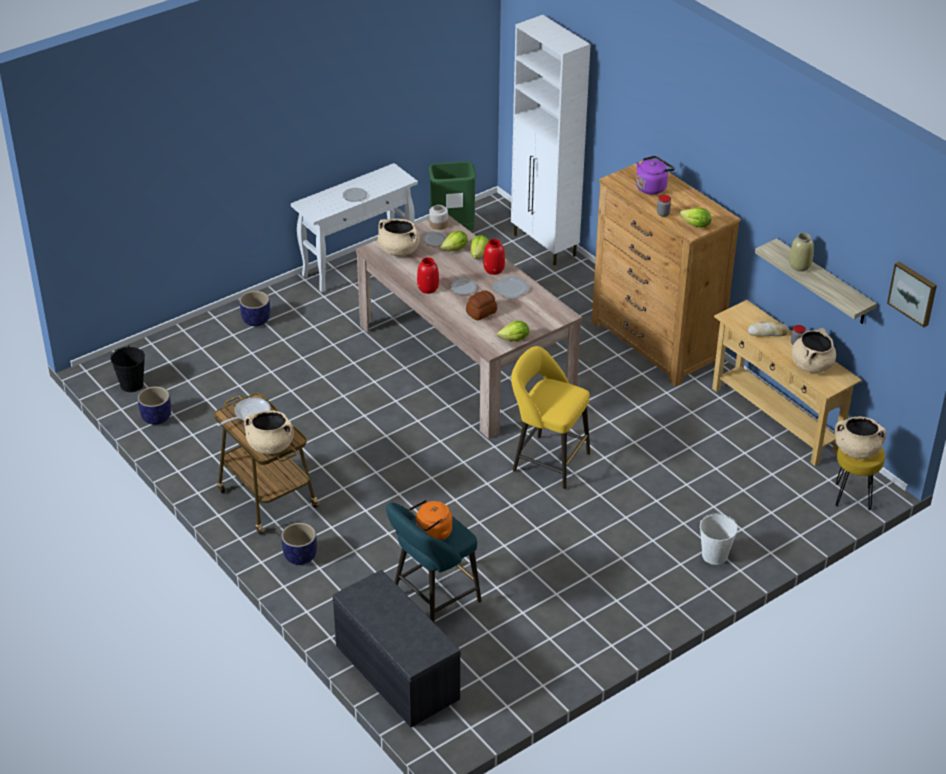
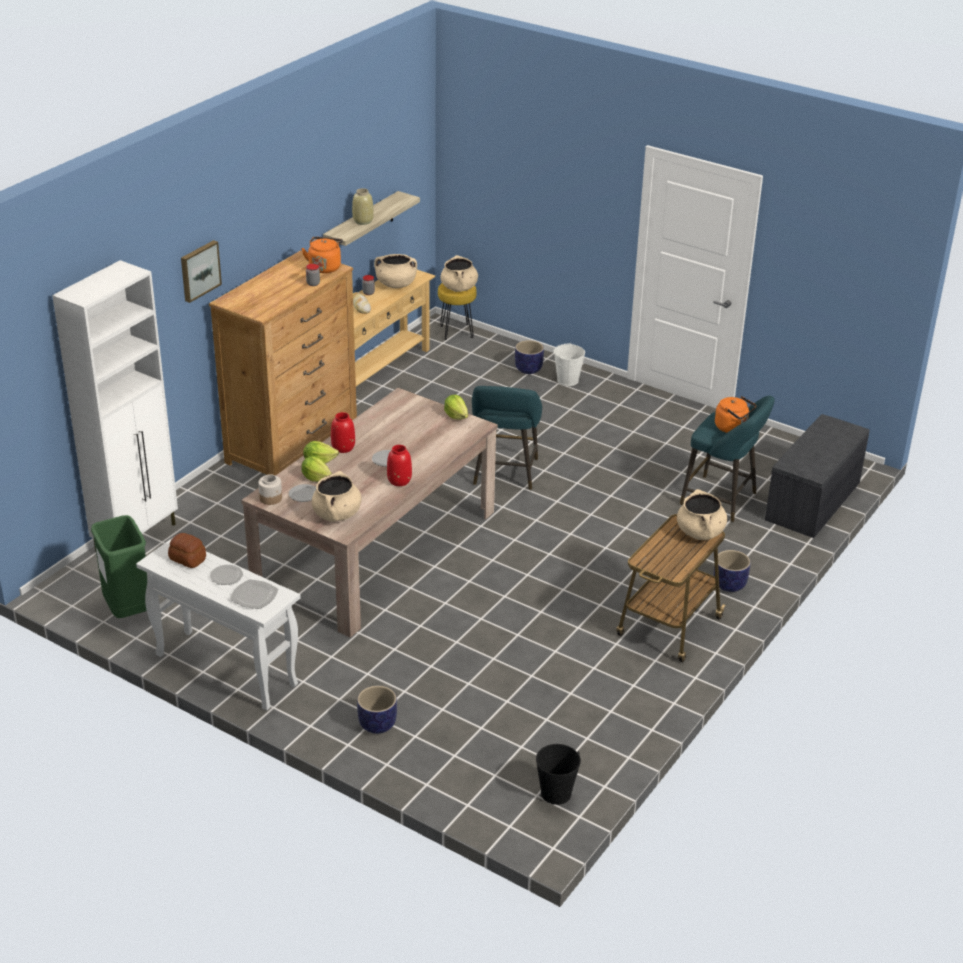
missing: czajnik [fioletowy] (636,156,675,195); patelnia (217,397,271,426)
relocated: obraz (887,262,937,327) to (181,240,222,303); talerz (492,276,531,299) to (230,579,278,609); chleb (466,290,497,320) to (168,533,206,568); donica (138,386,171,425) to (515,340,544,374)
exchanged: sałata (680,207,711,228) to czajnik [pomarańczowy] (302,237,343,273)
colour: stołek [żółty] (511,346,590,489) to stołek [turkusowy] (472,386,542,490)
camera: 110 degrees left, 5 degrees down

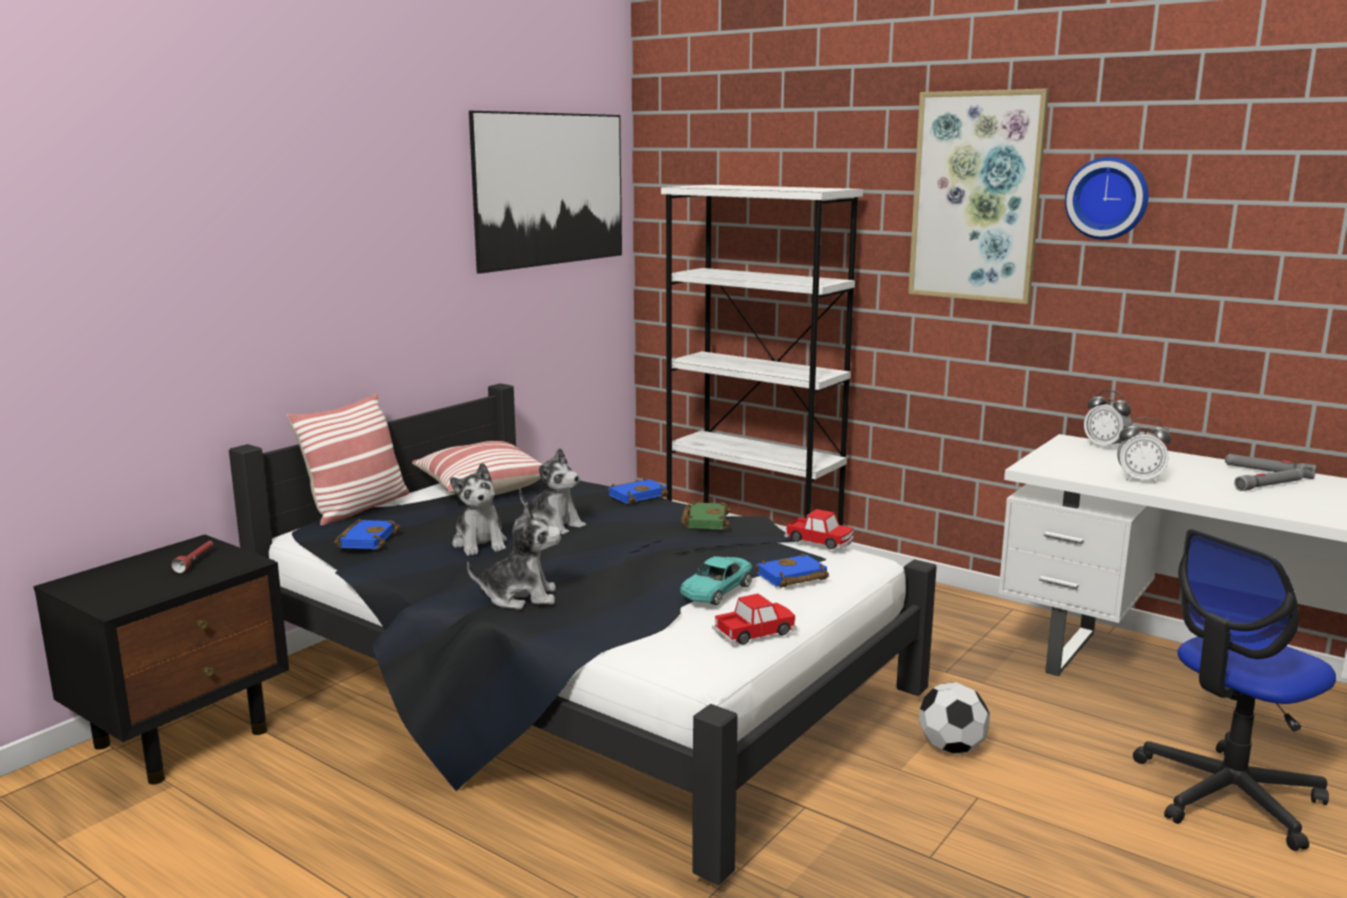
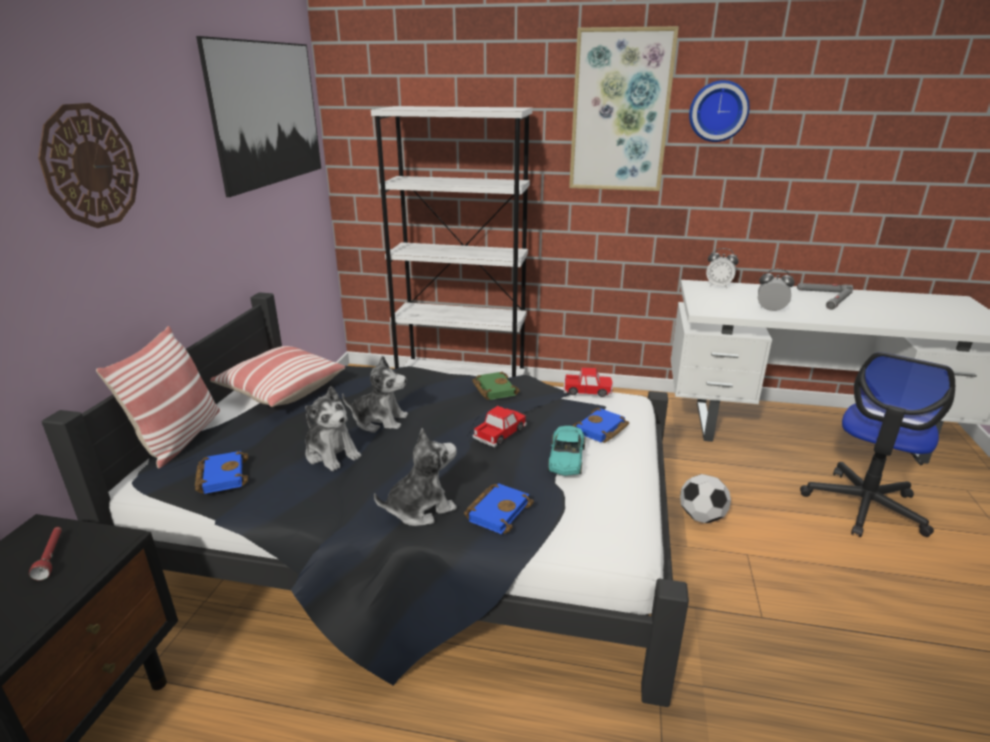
appeared: zegar ścienny (38,103,139,228)
relocated: książka [niebieski] (608,477,668,504) to (464,483,534,534); samochodzik (713,594,796,645) to (472,406,527,447)
spun: budzik (1117,418,1171,483) = (758,269,795,312) 150 degrees counterclockwise
camera: 25 degrees left, 10 degrees up

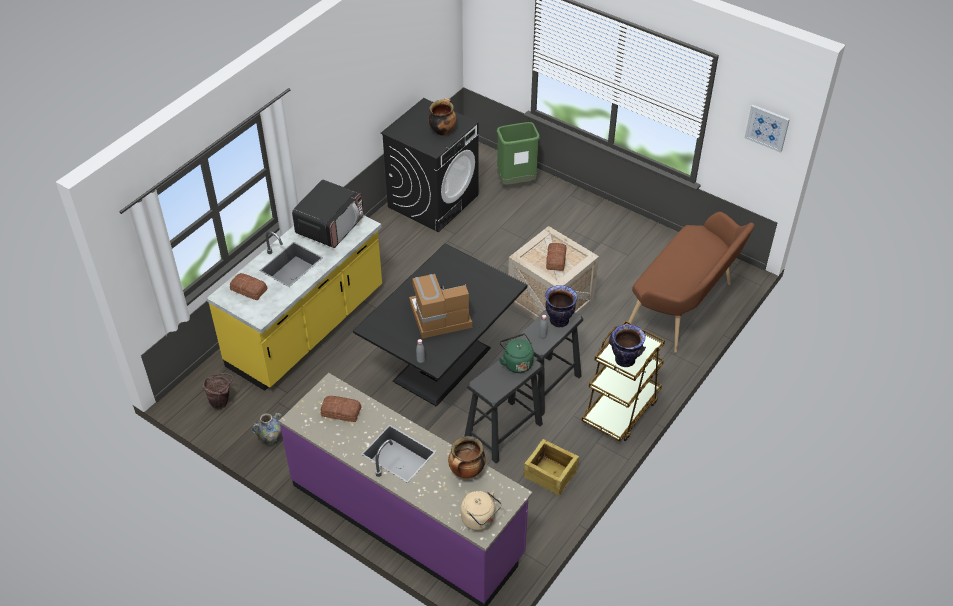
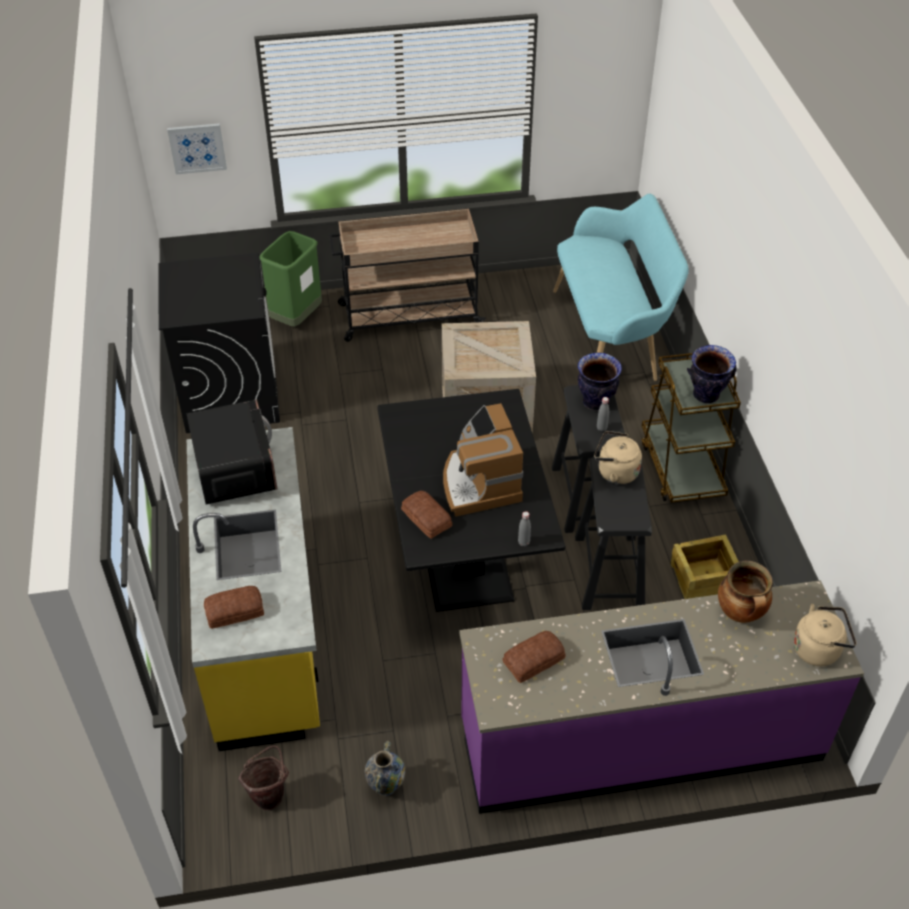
missing: garnek (428,98,456,136)
appeared: wózek [beżowy] (329,209,486,342)
relocated: obraz (745,105,790,153) to (167,123,227,174); chleb (546,243,566,271) to (401,491,452,539)
colour: ławka [brązowy] (627,212,755,353) to ławka [turkusowy] (553,194,689,381); czajnik [zielony] (499,334,534,373) to czajnik [beżowy] (594,431,642,484)
spun: ekspres do kawy (409,274,472,339) = (443,403,523,517) 45 degrees counterclockwise
camera: 45 degrees left, 0 degrees up

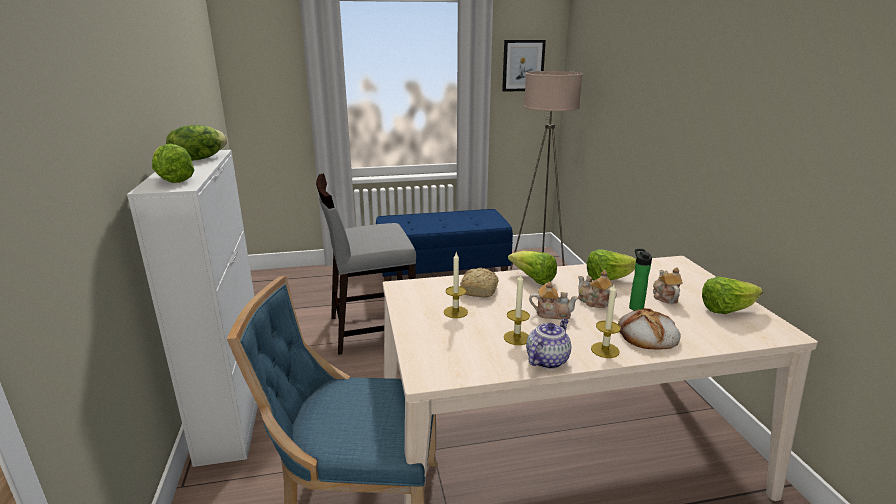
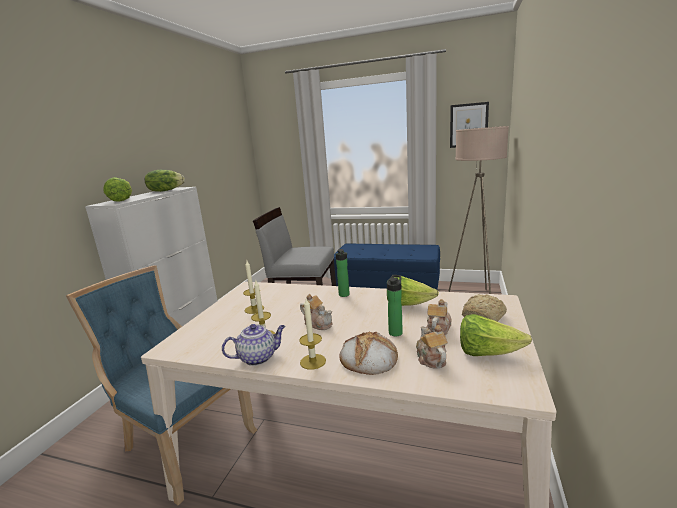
relocated: chleb (460,268,498,298) to (462,294,507,322); imbryk (578,270,617,308) to (416,325,448,369)
exchanged: sałata (508,251,557,285) to butelka (336,249,350,297)
camera: 30 degrees right, 5 degrees down

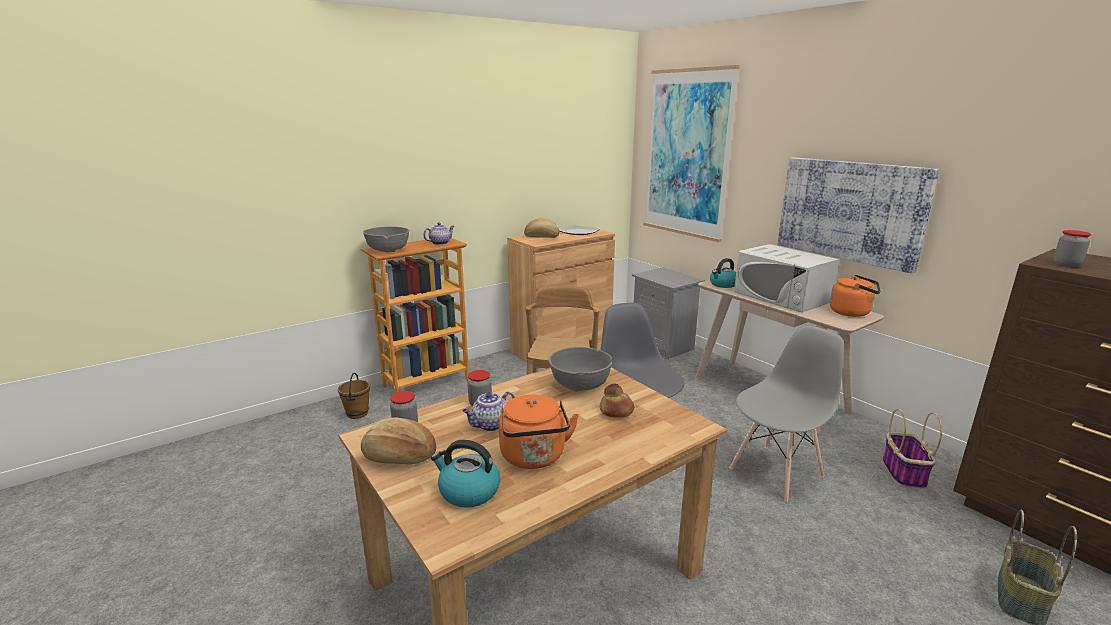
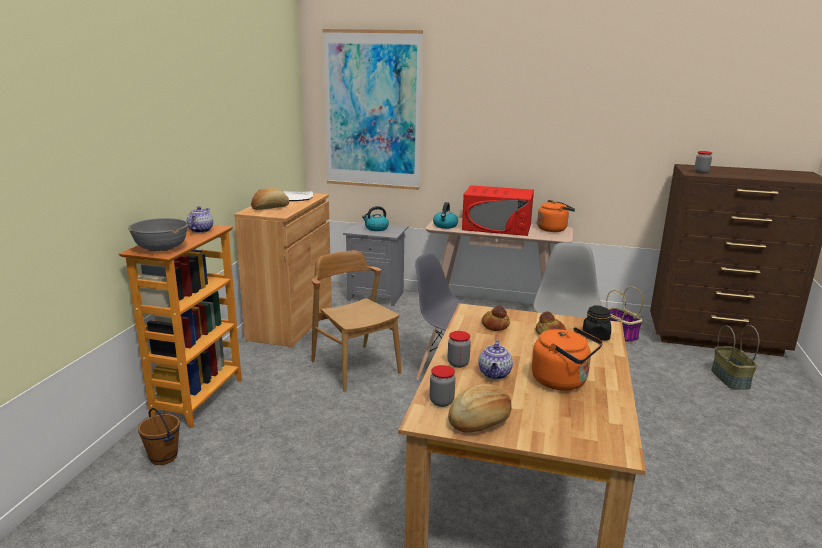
missing: obraz (778,157,939,274)
appeared: słoik [czarny] (583,305,611,341)
relocated: czajnik (431,440,500,508) to (362,206,389,231)
exchanged: miska [szary] (549,347,612,391) to chleb (482,306,510,331)
colour: mikrofalówka [biały] (734,244,839,313) to mikrofalówka [czerwony] (462,185,534,236)
camera: 40 degrees left, 0 degrees up

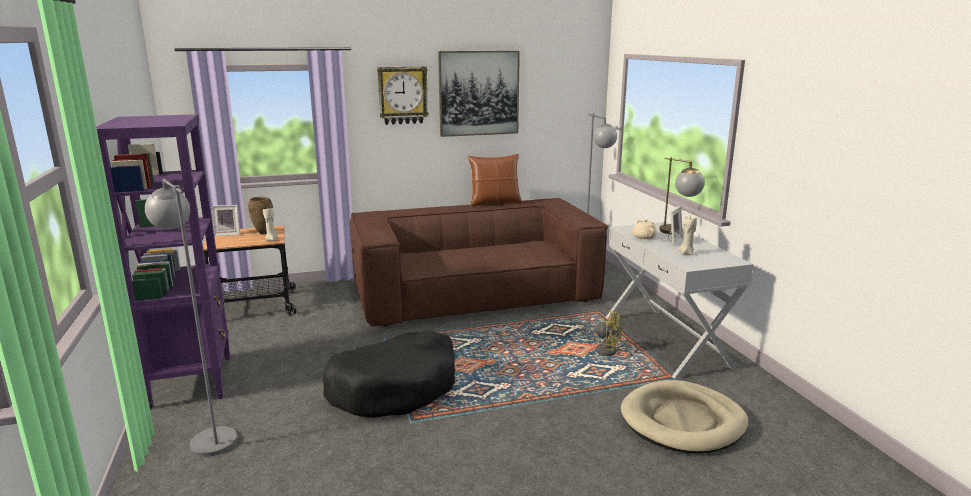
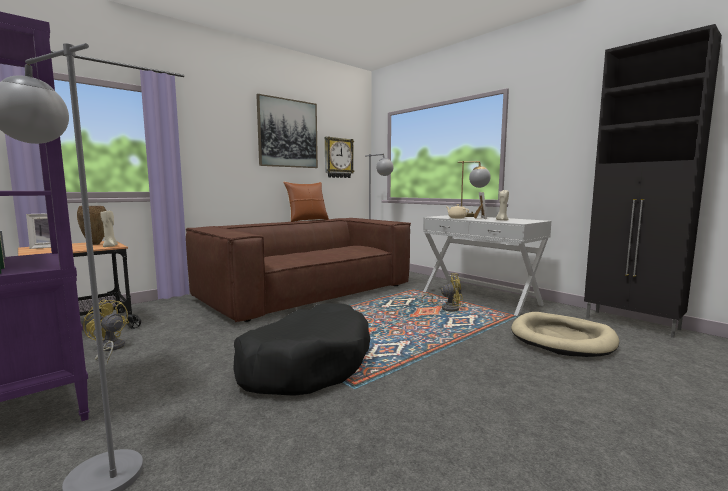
appeared: szafka [czarny] (584,24,722,338); wentylator [żółty] (83,299,129,363)
relocated: zegar ścienny (377,66,429,125) to (325,136,354,178)
camera: 25 degrees left, 10 degrees down

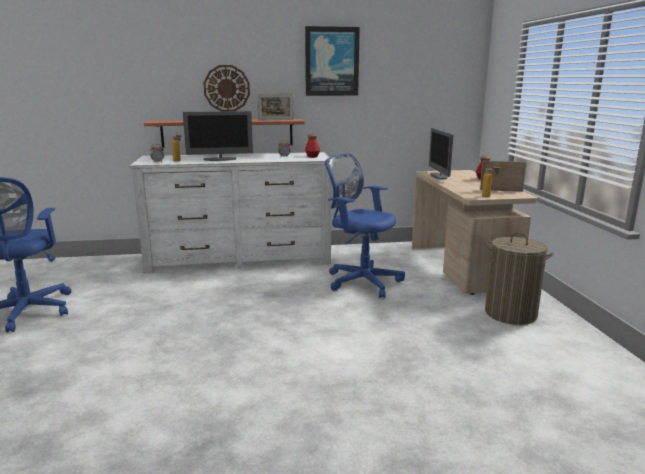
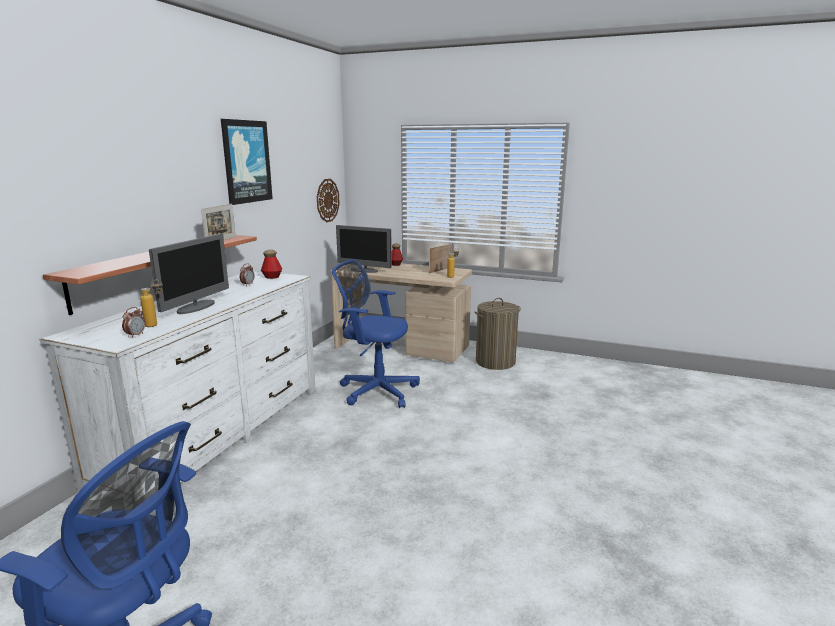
relocated: zegar ścienny (203,65,250,111) to (317,179,340,222)
spun: krzesło biurowe [niebieski] (325,154,405,298) = (332,259,420,408) 45 degrees clockwise
camera: 60 degrees left, 0 degrees up

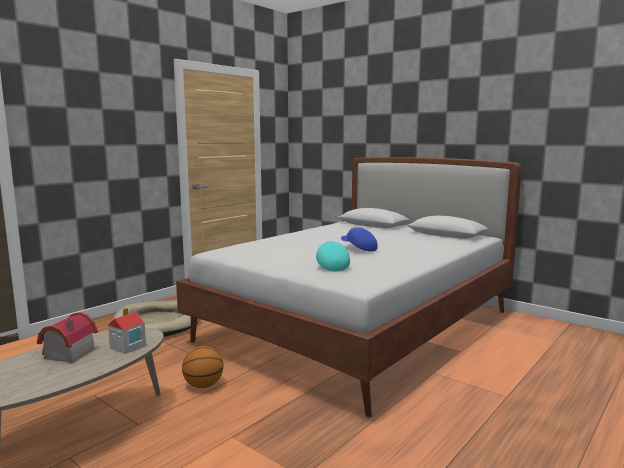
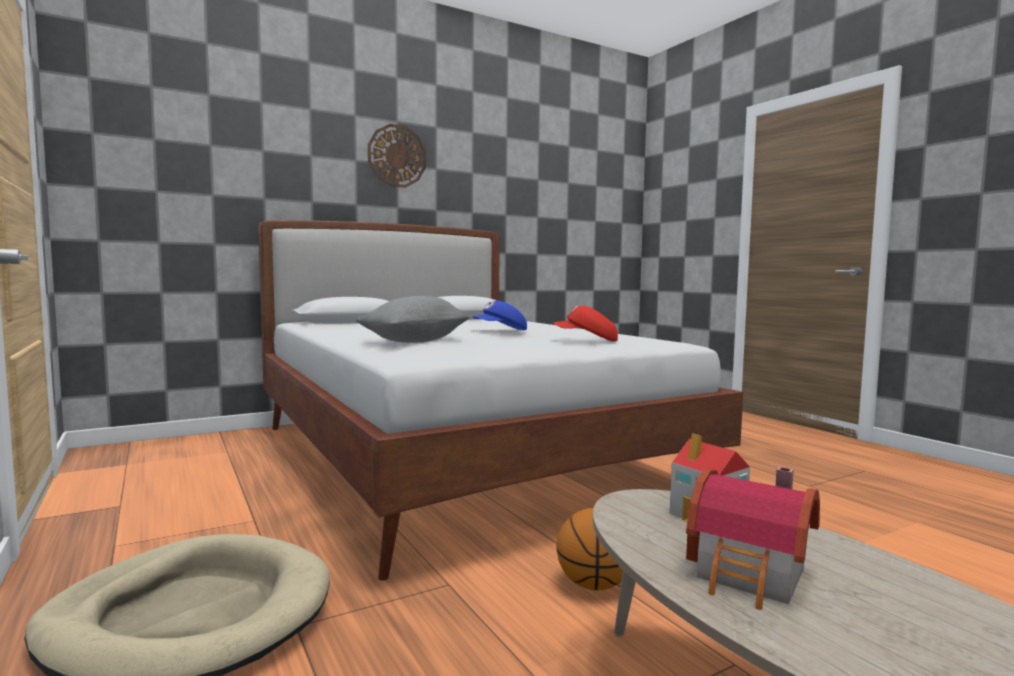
appeared: zegar ścienny (368,124,426,188); poduszka [szary] (356,296,470,343)
colour: czapka z daszkiem [turkusowy] (316,241,350,272) to czapka z daszkiem [czerwony] (554,306,618,342)
camera: 70 degrees left, 5 degrees down

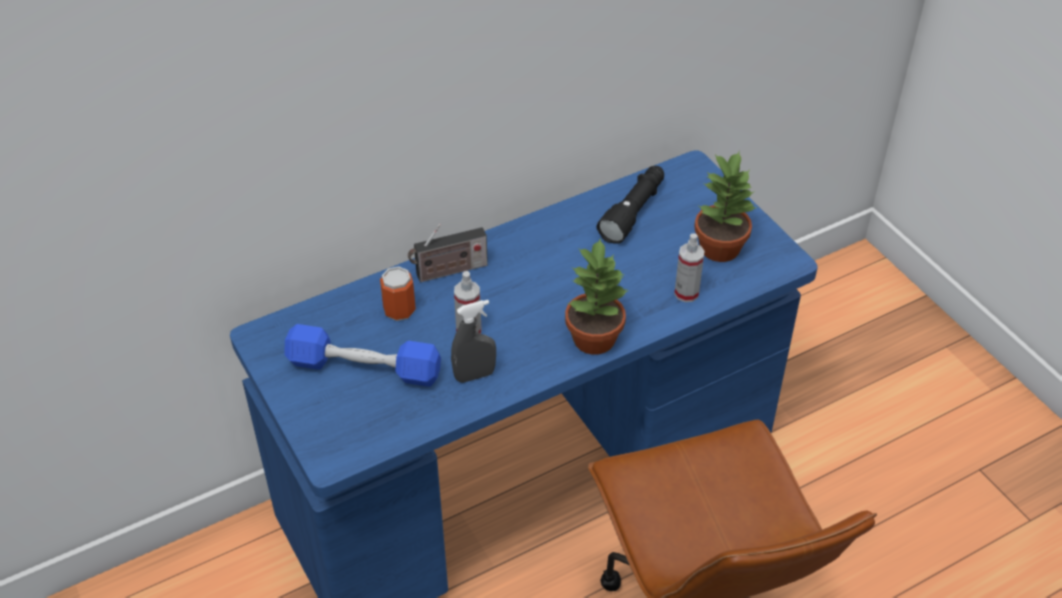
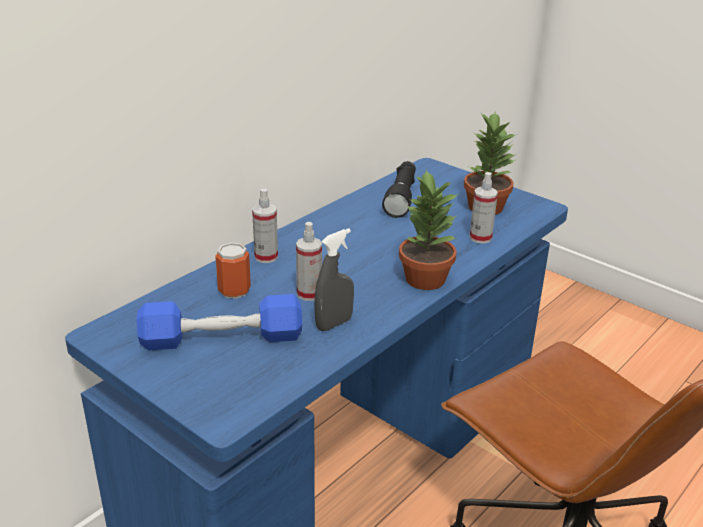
exchanged: radio (408,224,488,282) to spryskiwacz (252,189,278,263)
camera: 20 degrees left, 15 degrees down

